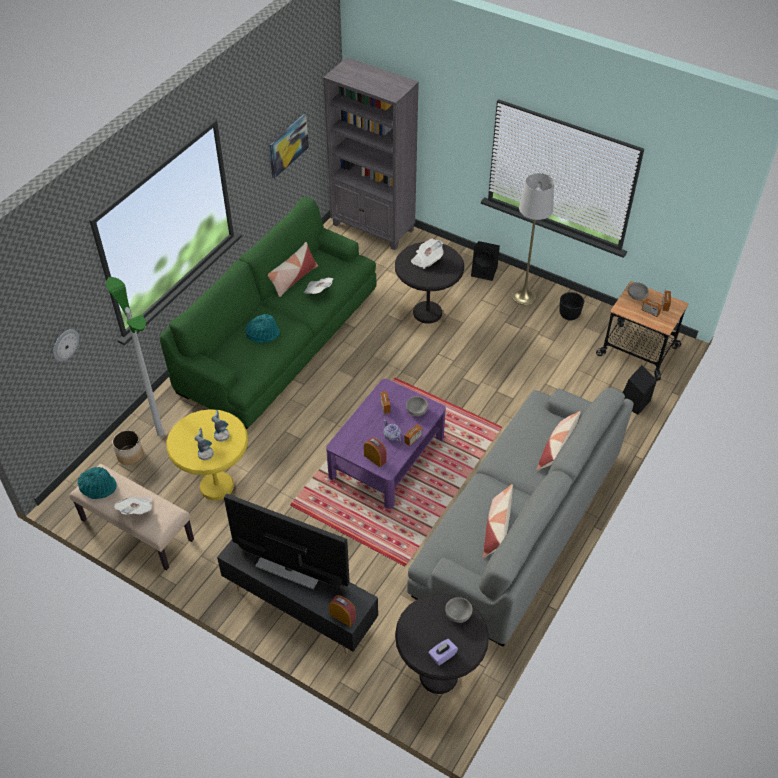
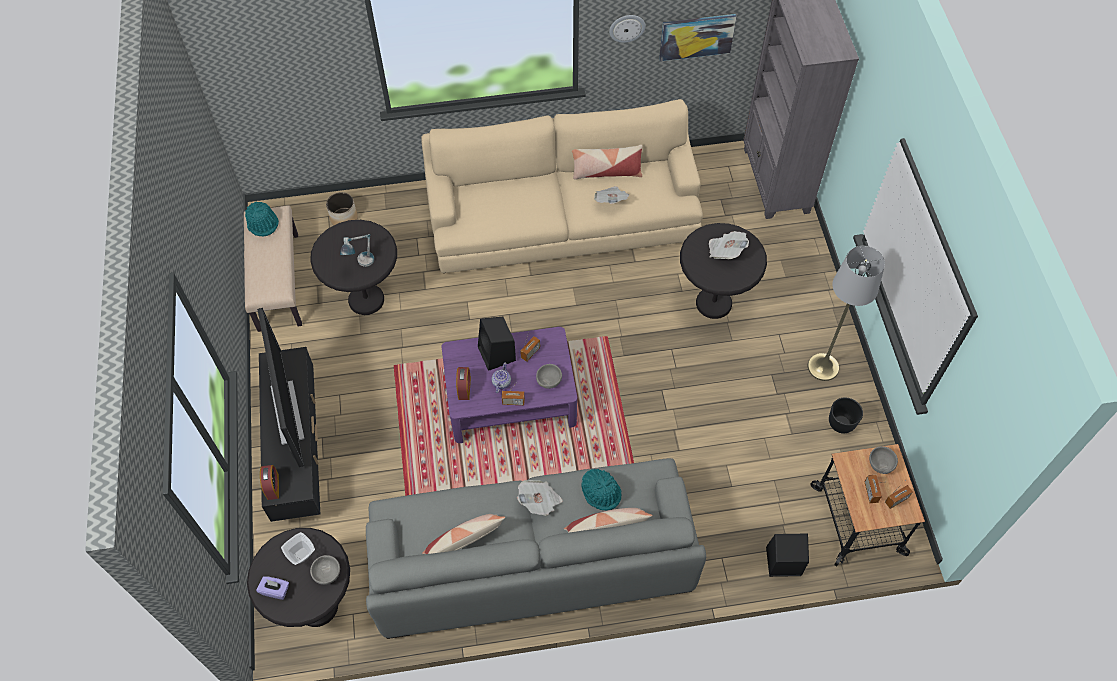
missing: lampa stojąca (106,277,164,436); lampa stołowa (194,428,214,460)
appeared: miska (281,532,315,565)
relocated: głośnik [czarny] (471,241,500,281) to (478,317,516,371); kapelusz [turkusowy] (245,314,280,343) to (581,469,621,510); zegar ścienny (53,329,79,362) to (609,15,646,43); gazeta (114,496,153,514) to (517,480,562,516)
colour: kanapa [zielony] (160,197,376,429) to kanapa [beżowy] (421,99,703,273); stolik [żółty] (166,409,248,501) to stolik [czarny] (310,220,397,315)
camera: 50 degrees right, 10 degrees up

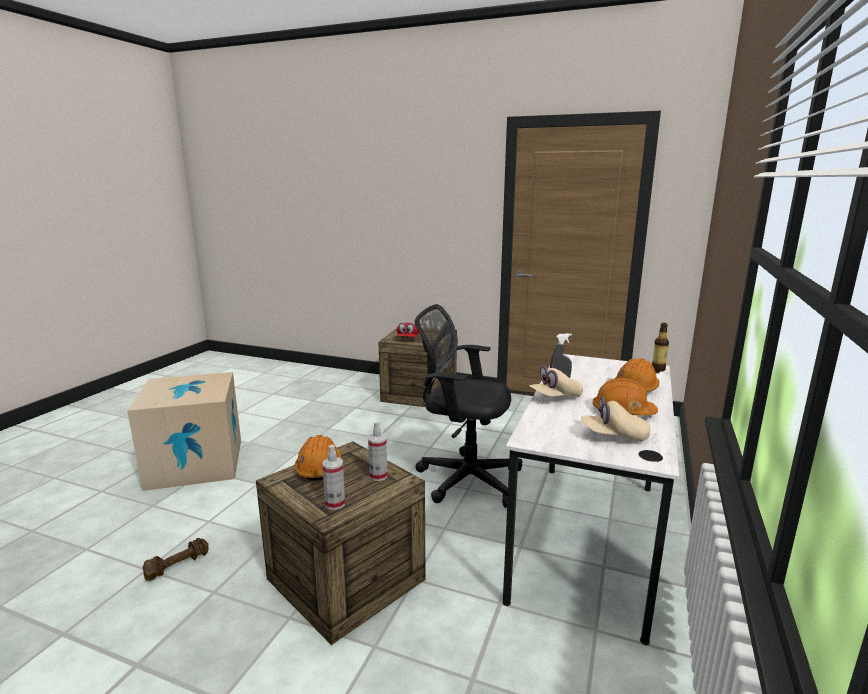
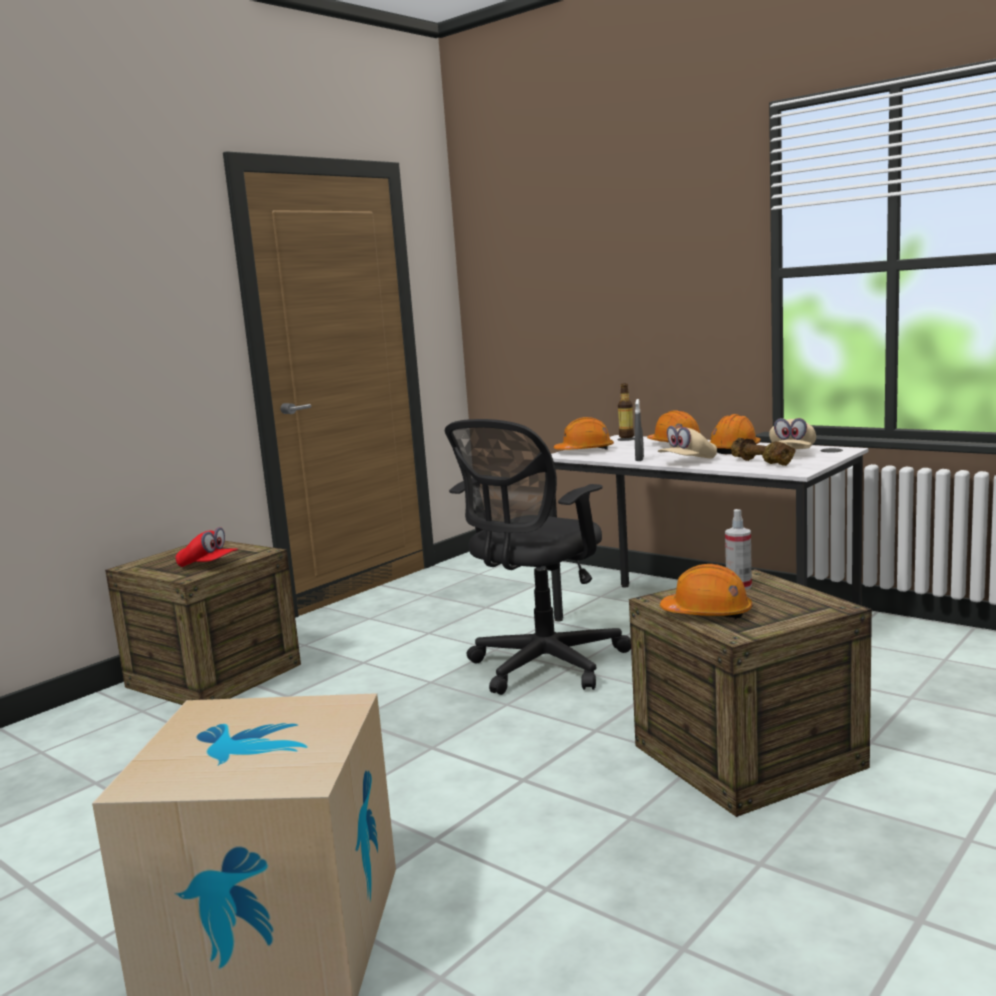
missing: spryskiwacz (322,445,345,510)
appeared: kask [pomarańczowy] (554,417,614,450)
relocated: hantel [brązowy] (143,538,209,581) to (731,438,796,466)
spun: czapka z daszkiem [beżowy] (529,366,583,397) = (658,426,717,458) 60 degrees clockwise
camera: 70 degrees left, 5 degrees down

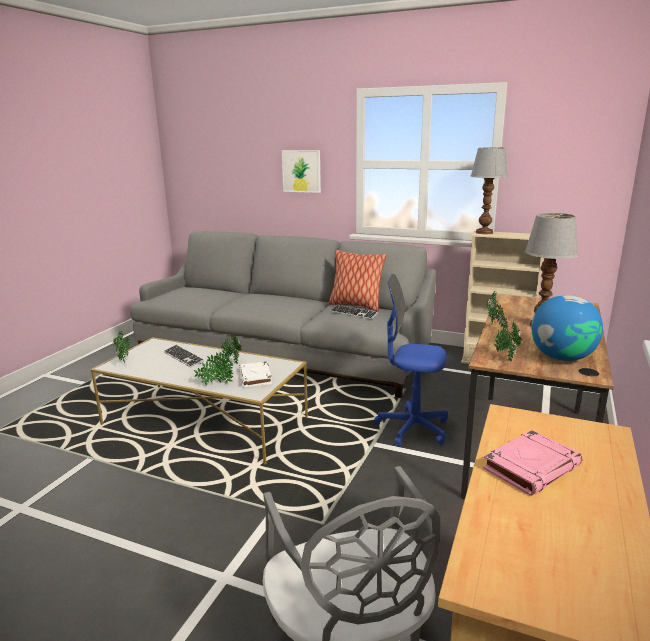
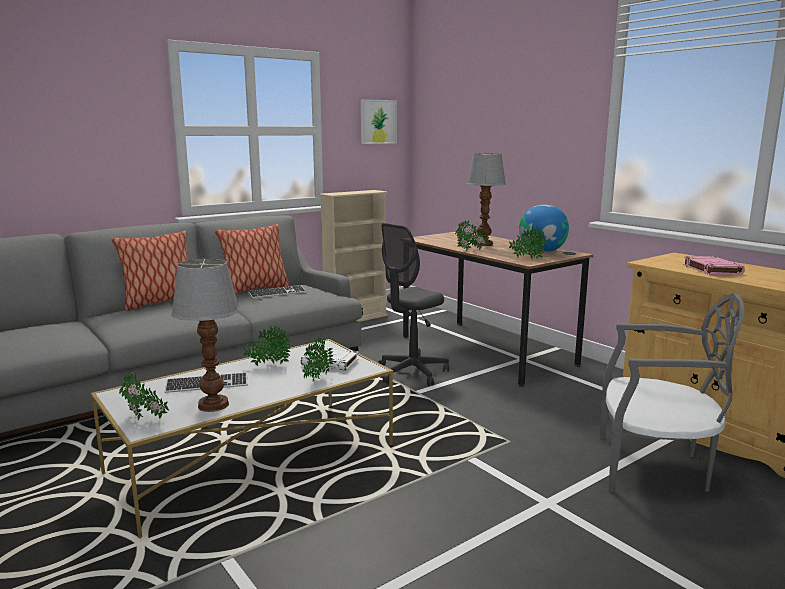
appeared: poduszka (111,231,188,311)
relocated: lampa stołowa (471,147,508,234) to (171,259,240,412); obraz (282,150,321,193) to (361,99,397,144)
colour: krzesło biurowe [niebieski] (374,274,448,447) to krzesło biurowe [szary] (378,223,449,386)
camera: 60 degrees left, 5 degrees down

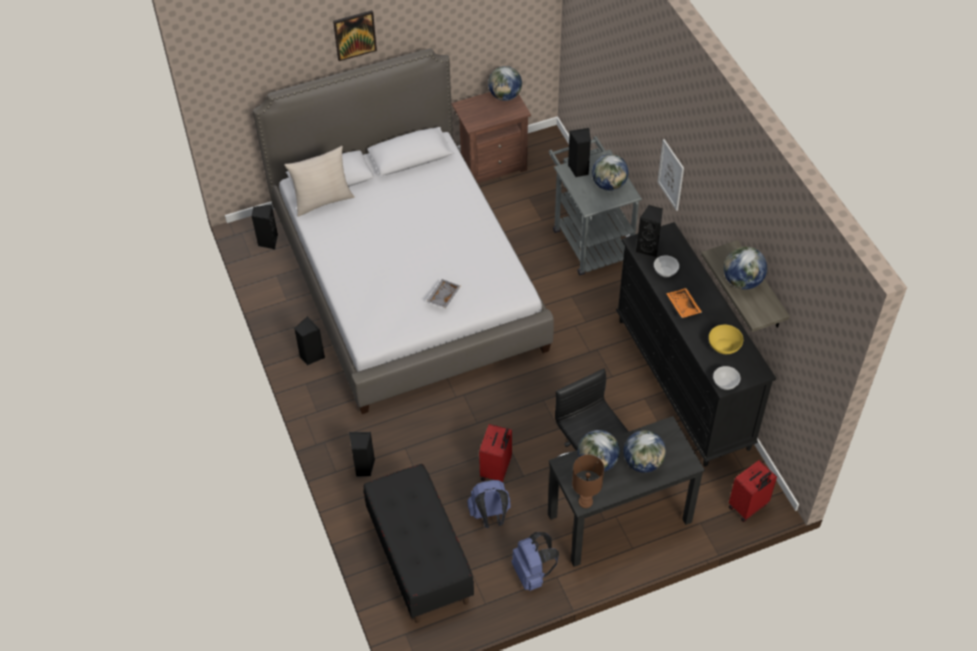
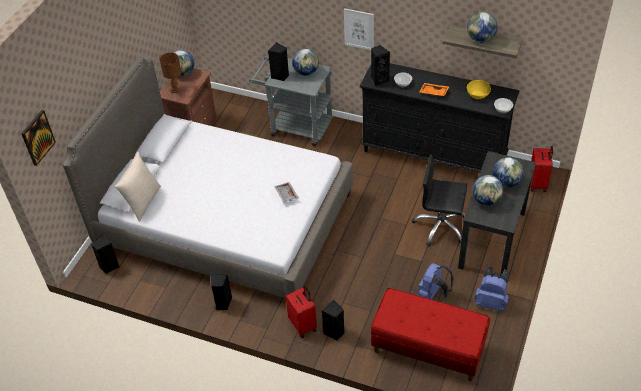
relocated: obraz (333,10,377,61) to (21,110,56,166); walizka [czerwony] (479,424,512,482) to (286,285,317,338); lampa stołowa [brązowy] (572,455,604,508) to (160,53,181,93)
colour: ławka [czarny] (364,464,474,623) to ławka [czerwony] (371,288,490,382)
camera: 45 degrees left, 5 degrees down

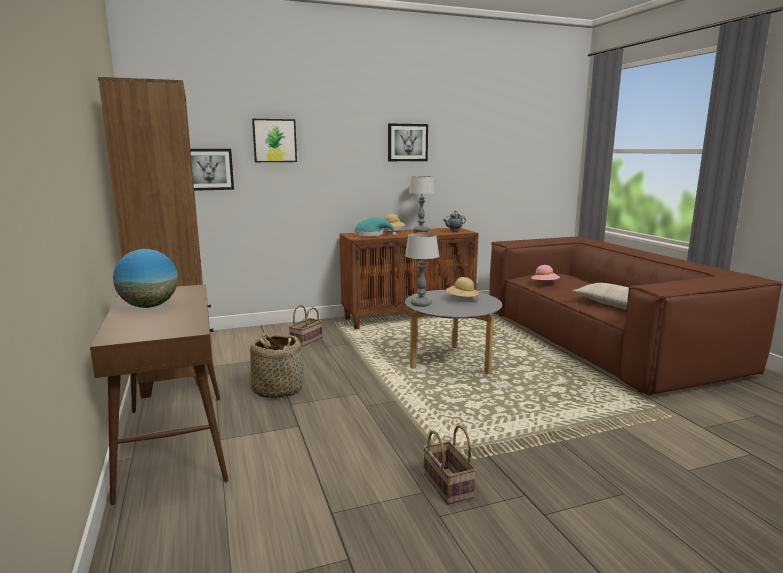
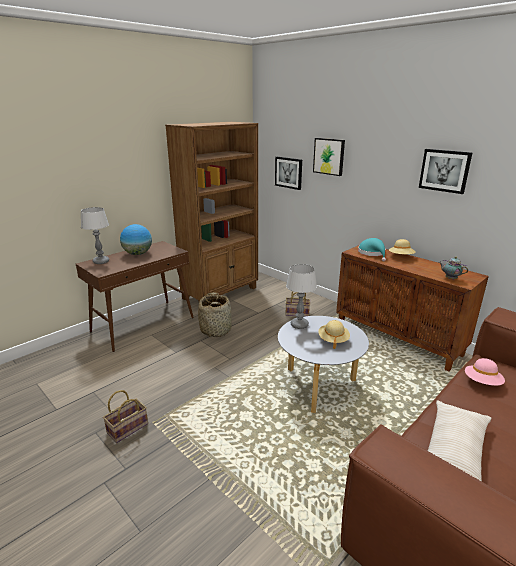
relocated: lampa stołowa (409,176,435,232) to (81,207,109,264)
camera: 65 degrees right, 10 degrees up

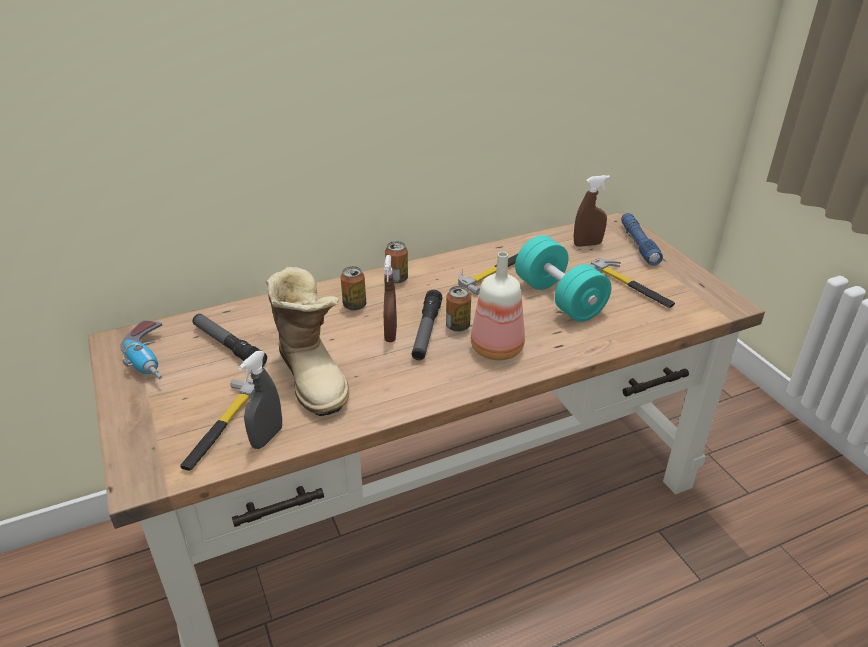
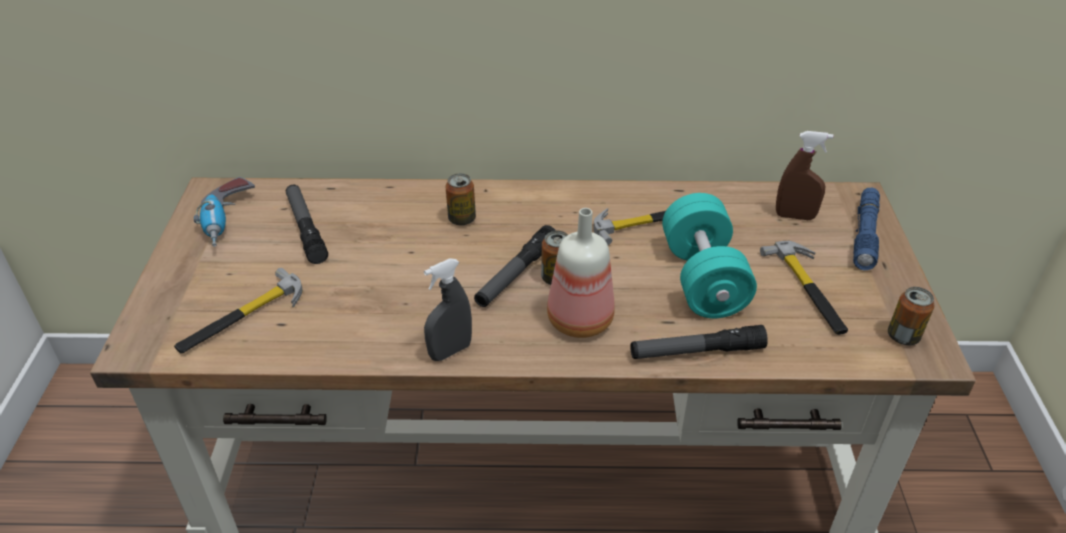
missing: spryskiwacz [brązowy] (384,255,397,342); but z cholewką (266,267,349,416)
appeared: latarka (630,325,768,359)
relocated: puszka (385,241,408,283) to (888,287,935,346); spryskiwacz [szary] (239,351,282,449) to (424,258,472,361)
camera: 25 degrees right, 5 degrees up

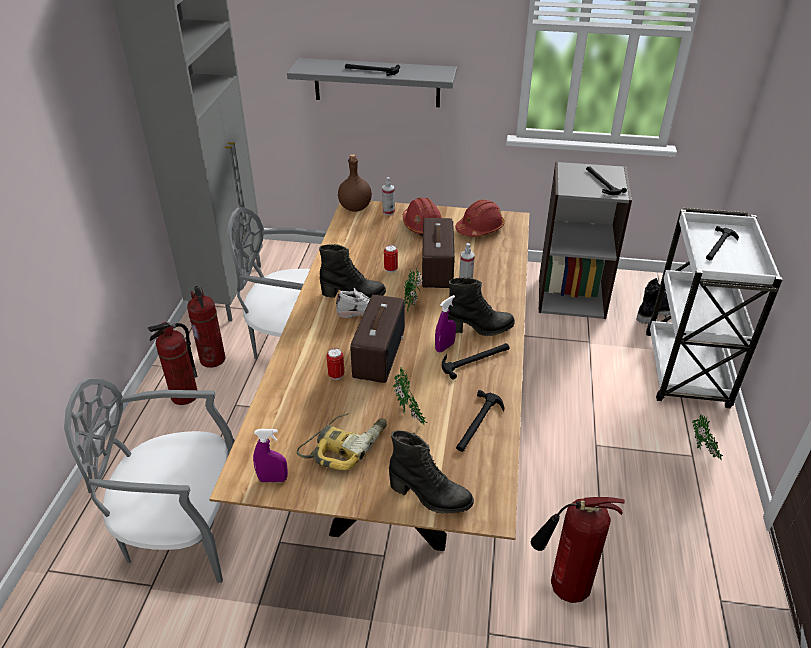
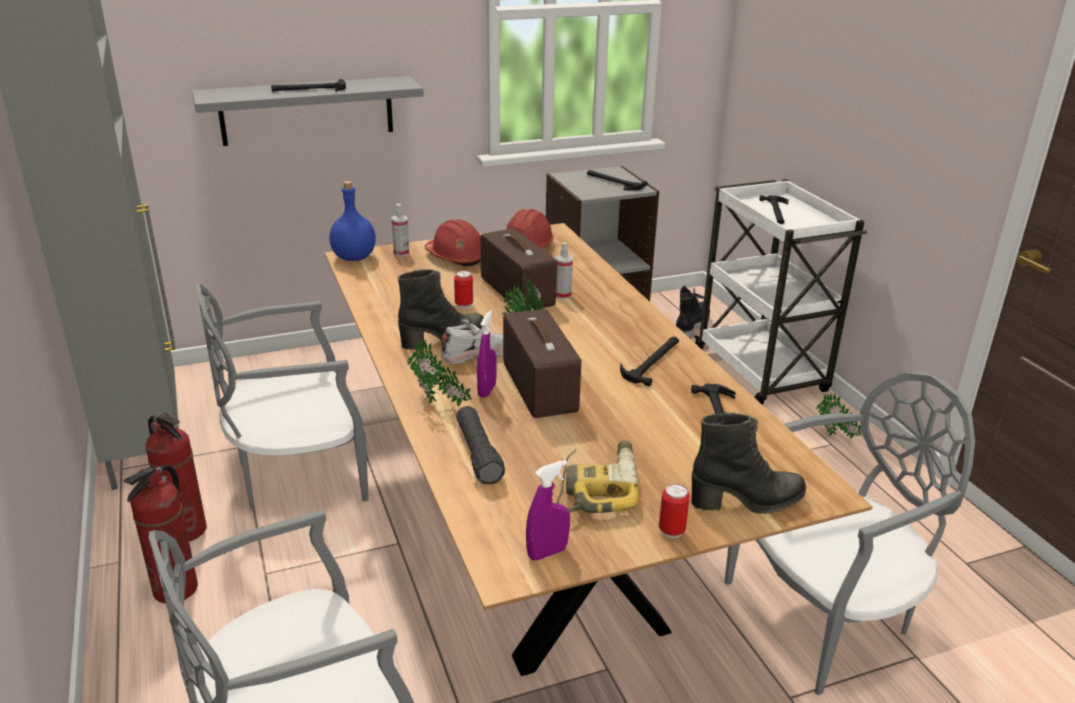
missing: but z cholewką [czarny] (448,277,515,336)
appeared: latarka [czarny] (456,406,505,484)
relocated: spryskiwacz [fioletowy] (435,295,456,352) to (477,310,497,398); puszka (326,348,345,380) to (659,484,690,538); roślina doniczkowa (393,368,427,427) to (407,339,472,406)
exchanged: gaśnica (530,497,625,603) to krzesło [szary] (725,372,975,695)
colour: butelka [brązowy] (338,154,372,212) to butelka [niebieski] (329,181,376,261)
camera: 30 degrees left, 10 degrees down

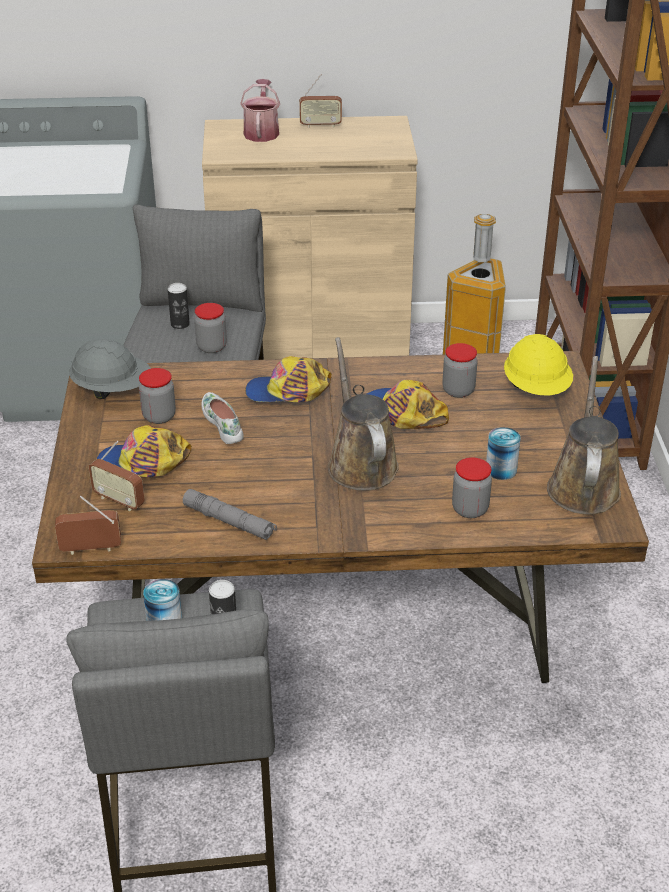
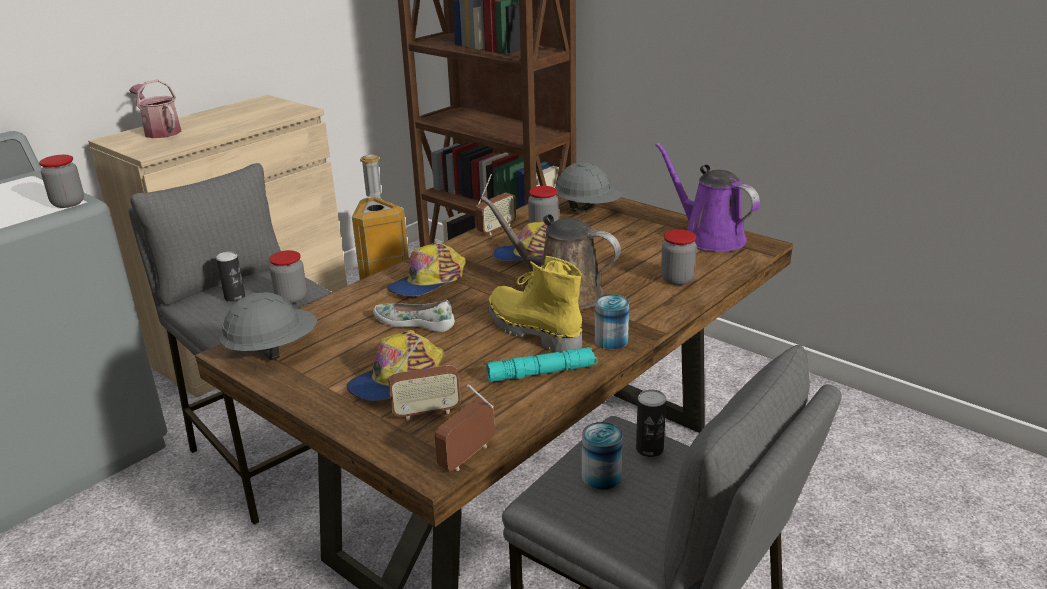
appeared: but z cholewką [żółty] (489,256,582,353)
relocated: radio (299,74,342,128) to (476,174,516,235); słoik (139,368,176,424) to (39,155,84,208); puszka (486,427,521,480) to (595,294,629,350)
colour: kask [żółty] (504,334,573,395) to kask [szary] (555,162,622,212); konewka [brązowy] (547,356,621,515) to konewka [fioletowy] (655,143,760,252); latarka [szary] (183,489,277,540) to latarka [turkusowy] (486,347,598,382)
camera: 45 degrees left, 10 degrees down

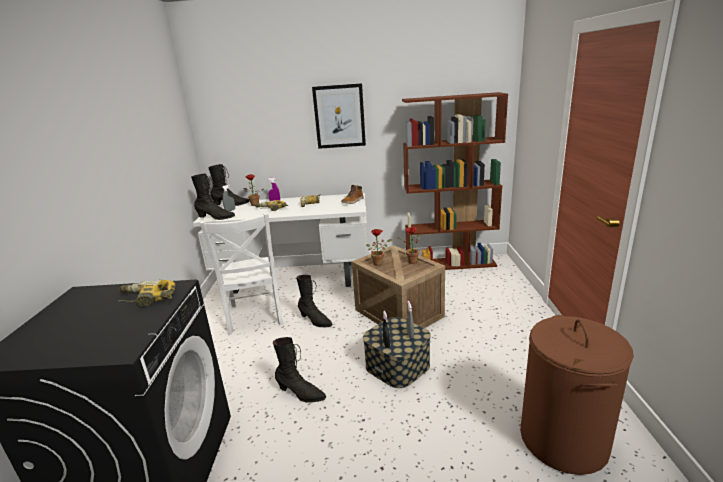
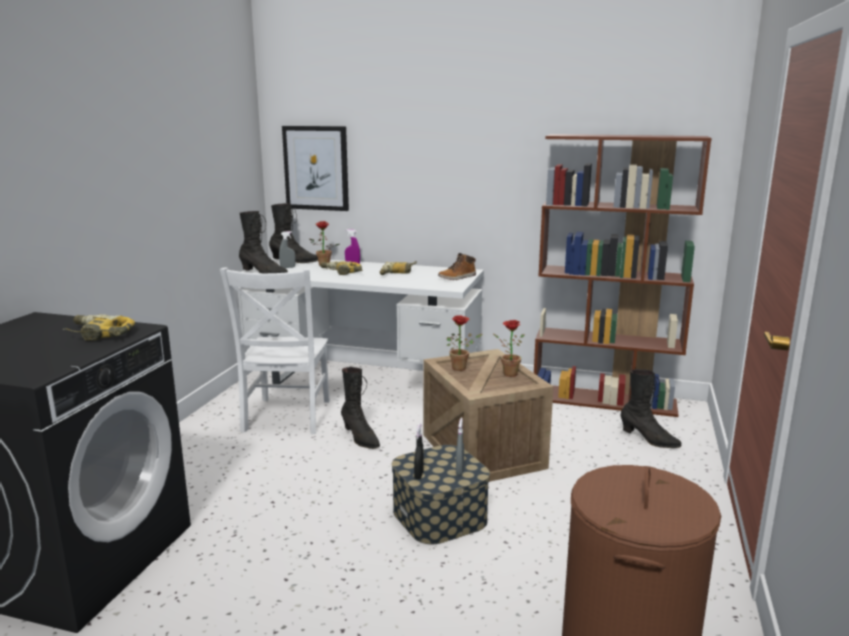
relocated: obraz (312,83,366,149) to (282,126,349,211); but z cholewką [czarny] (273,337,326,403) to (621,369,682,448)
camera: 15 degrees right, 5 degrees down

